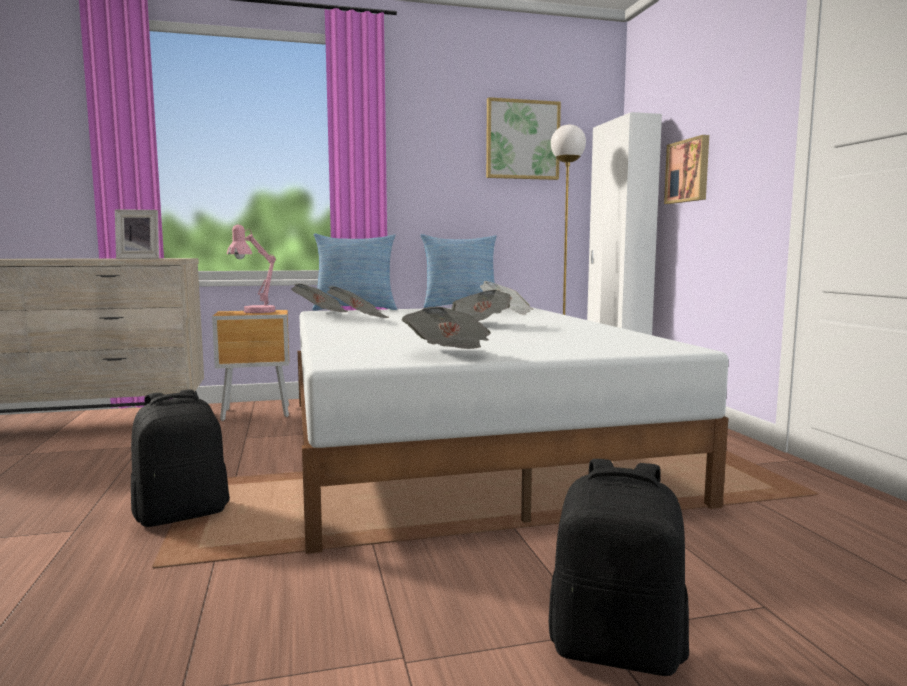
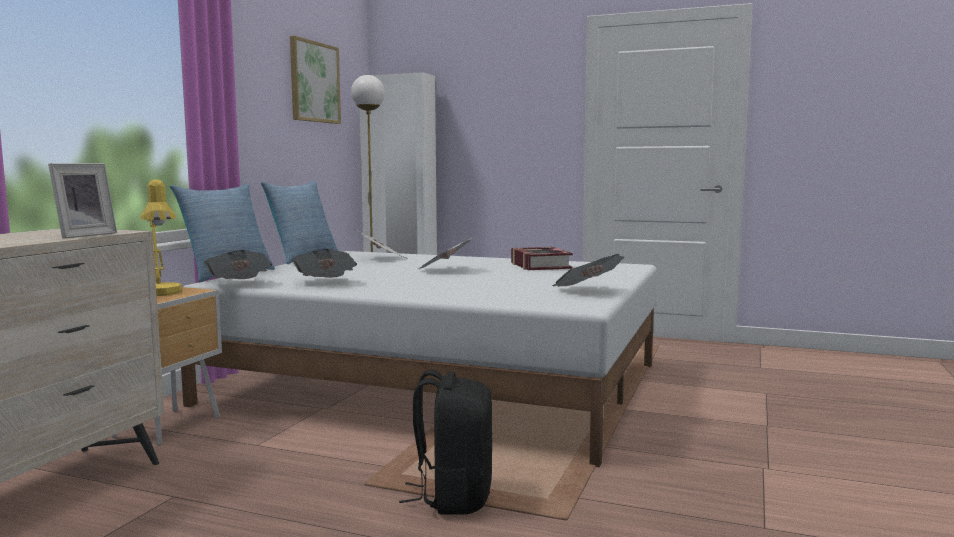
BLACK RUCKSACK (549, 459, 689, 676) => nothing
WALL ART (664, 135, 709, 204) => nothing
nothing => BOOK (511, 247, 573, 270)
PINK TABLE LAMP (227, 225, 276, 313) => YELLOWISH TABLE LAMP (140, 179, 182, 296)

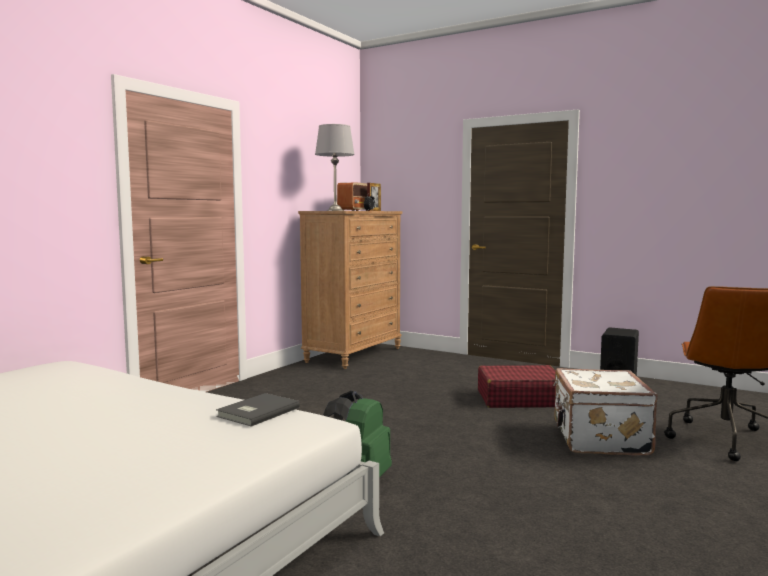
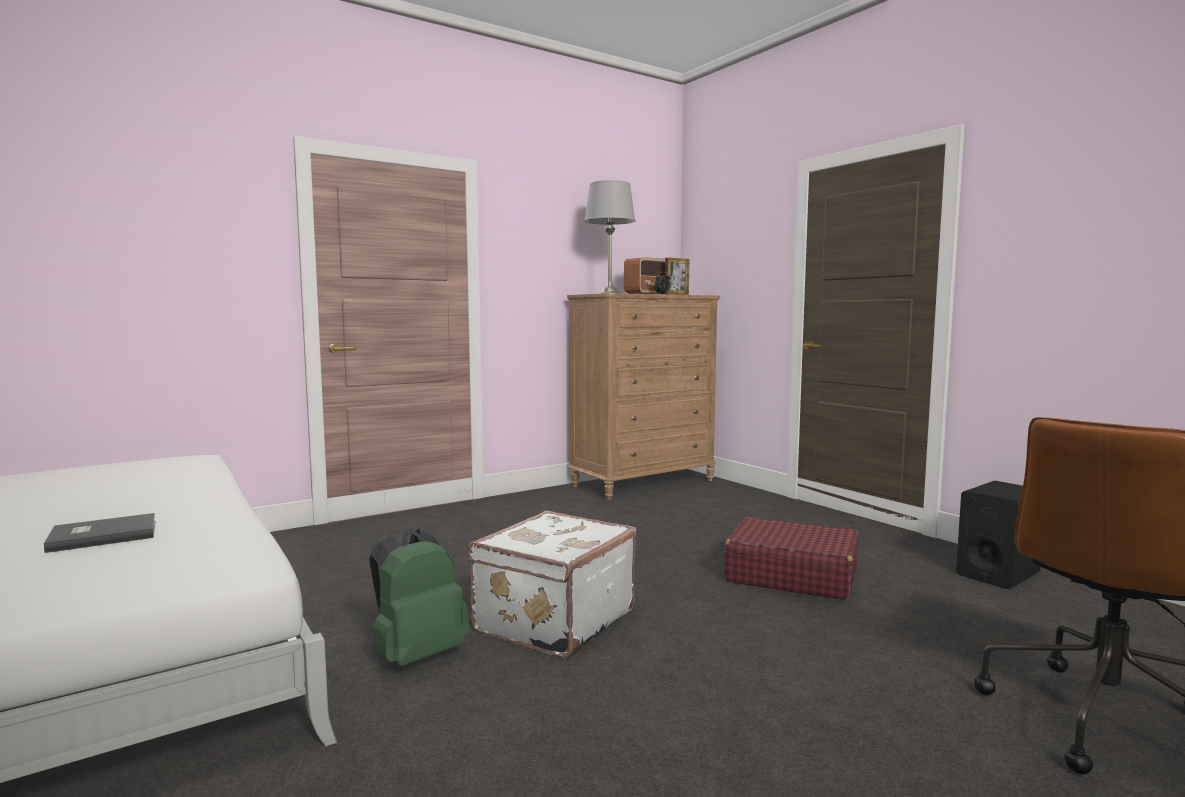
GREYISH BOOK (216, 393, 300, 427) => GREYISH BOOK (44, 513, 155, 553), moved
WHITE-COLOURED PIECE OF LUGGAGE (553, 368, 658, 456) => WHITE-COLOURED PIECE OF LUGGAGE (468, 510, 636, 658), moved

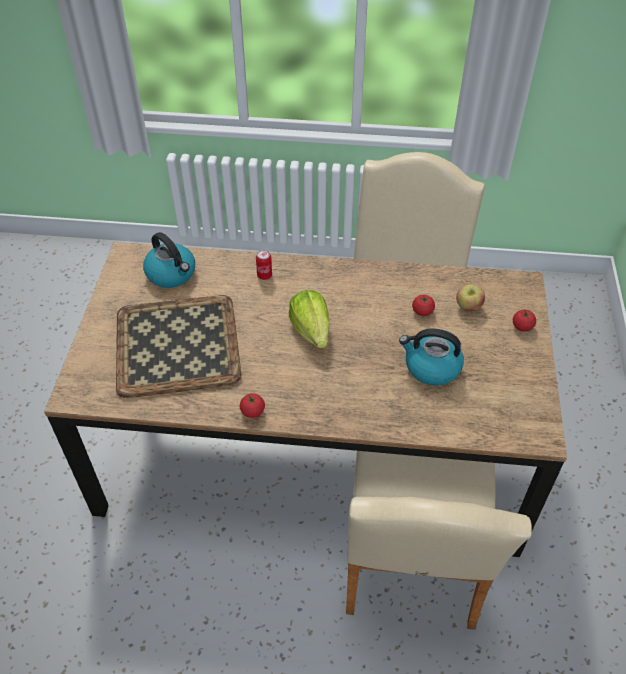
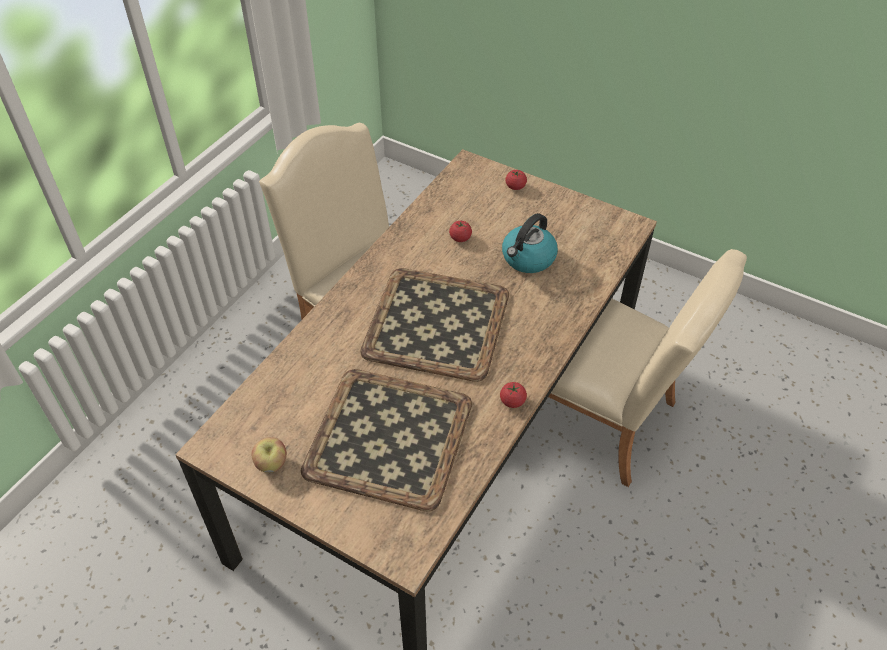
KETTLE (143, 232, 195, 288) => nothing
SEALED CAN (256, 250, 272, 280) => nothing
APPLE FRUIT (456, 284, 485, 312) => APPLE FRUIT (251, 437, 287, 473), moved
HEAD OF LETTUCE (289, 290, 330, 348) => CARRYING TRAY (360, 268, 509, 382)

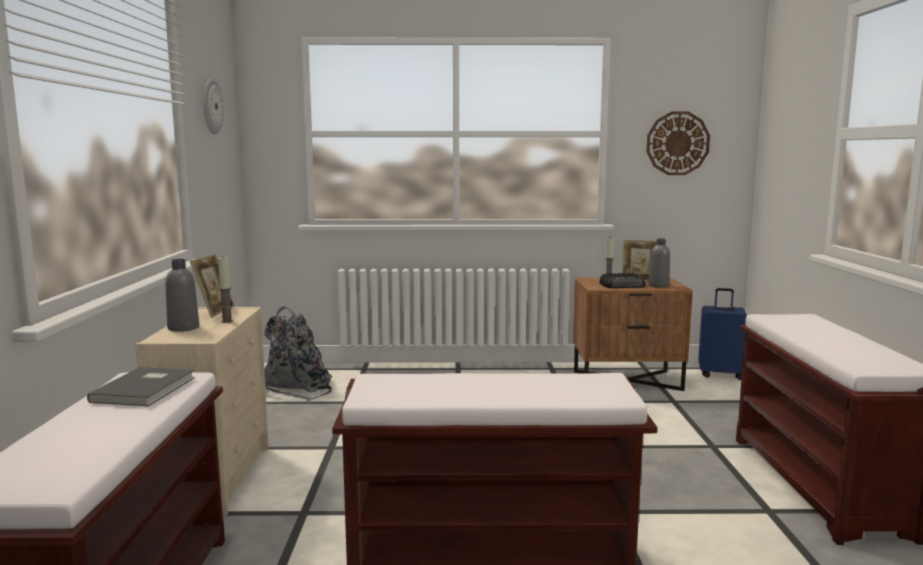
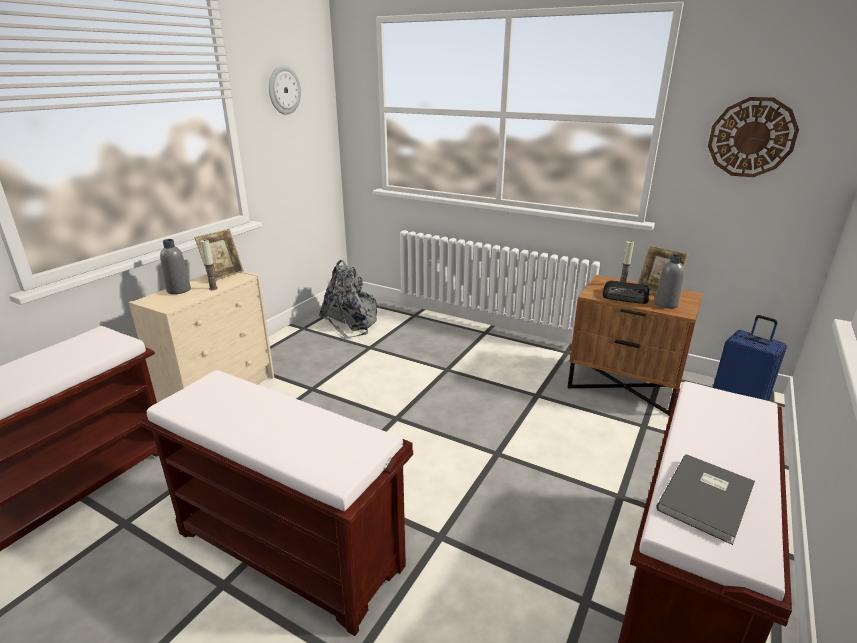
GREYISH BOOK (87, 367, 195, 406) => GREYISH BOOK (656, 454, 755, 545), moved

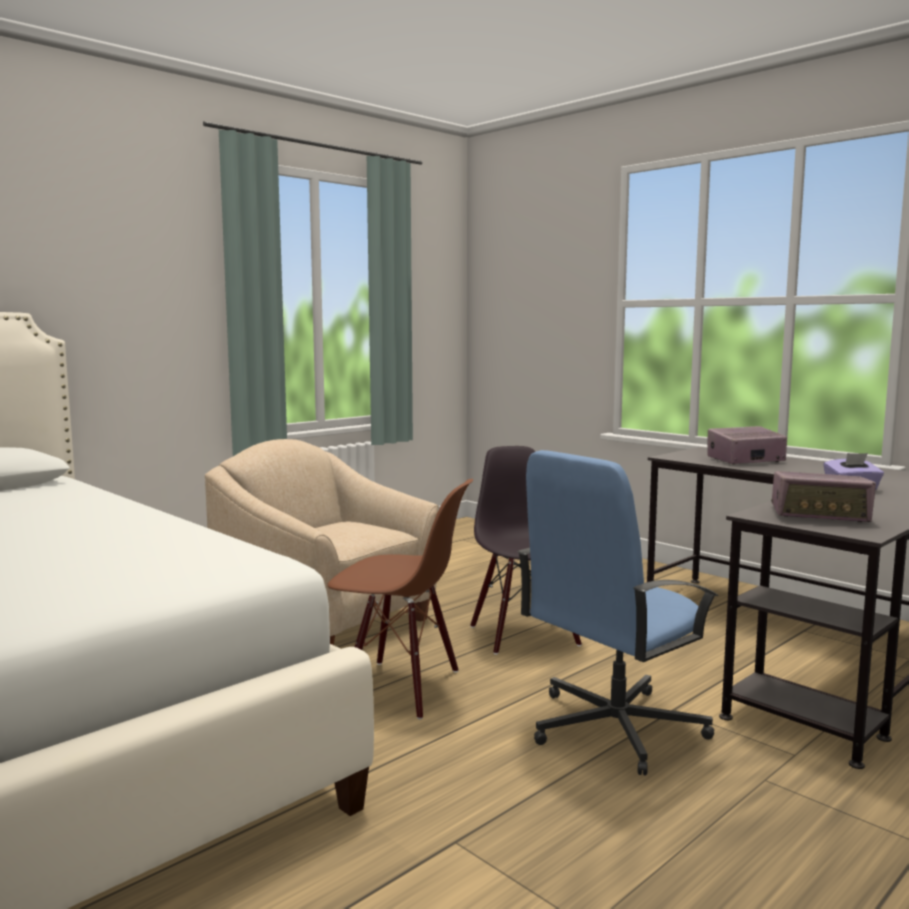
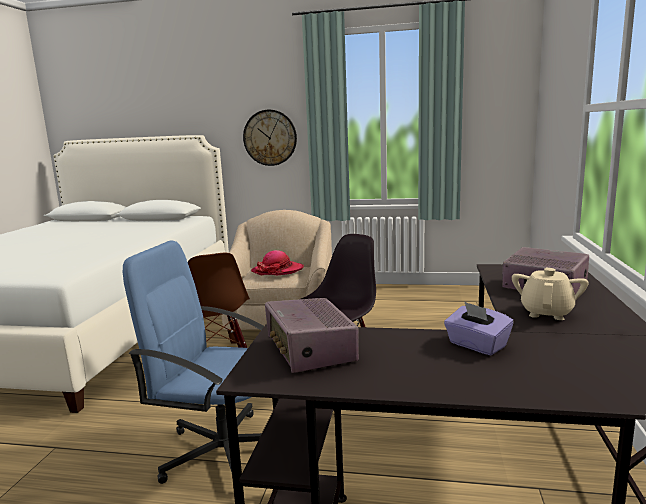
nothing => HANGING CLOCK (243, 110, 297, 166)
nothing => CLOTHING HAT (251, 250, 304, 275)
nothing => SAND-COLOURED TEAPOT (512, 268, 589, 320)

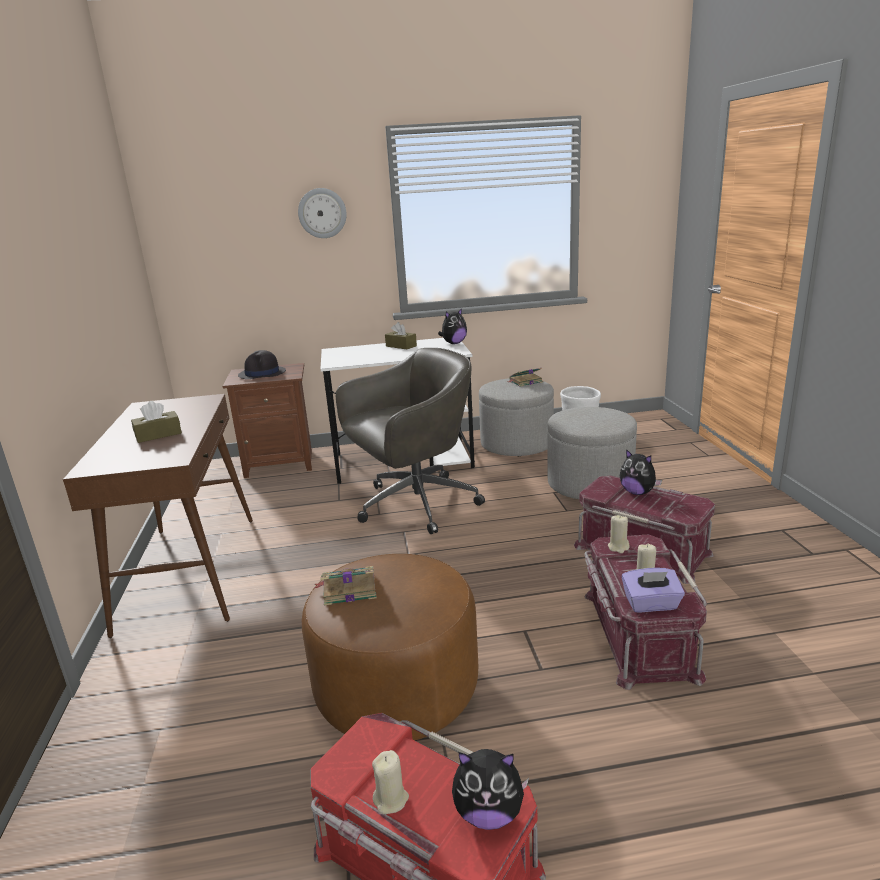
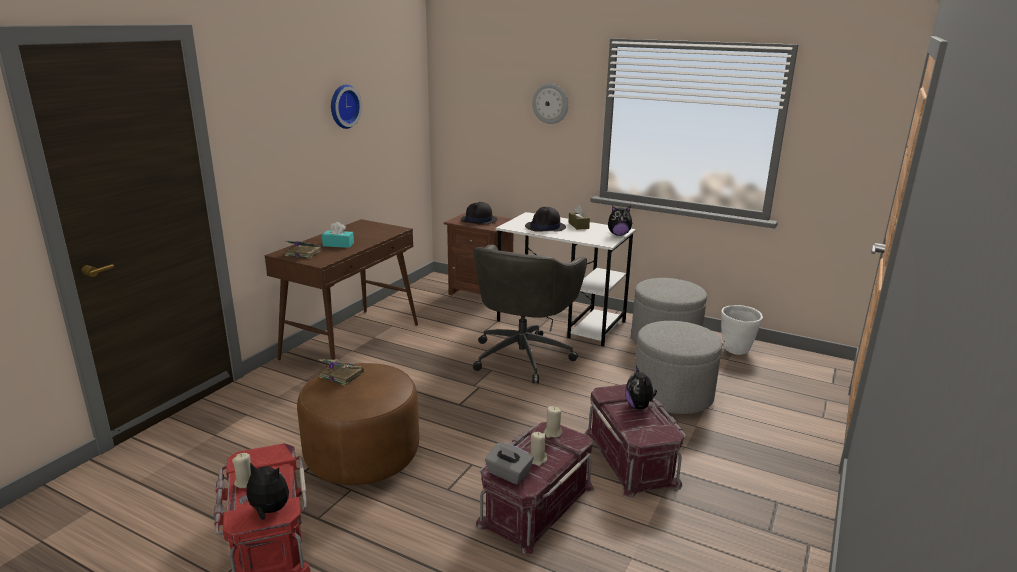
nothing => HANGING CLOCK (331, 84, 362, 129)
nothing => BLACK CLOTHING HAT (525, 207, 566, 232)
BOOK (507, 368, 543, 387) => BOOK (285, 240, 321, 259), moved
BROWN-COLOURED TISSUE BOX (131, 401, 182, 443) => TURQUOISE TISSUE BOX (322, 222, 354, 248)
PURPLE TISSUE BOX (622, 568, 685, 612) => GREYISH TISSUE BOX (485, 442, 533, 484)
GREYISH OFFICE CHAIR (336, 348, 485, 534) => GREYISH OFFICE CHAIR (473, 244, 587, 383), 105 degrees clockwise
SOFT TOY (452, 749, 529, 830) => SOFT TOY (239, 463, 289, 520), 150 degrees clockwise

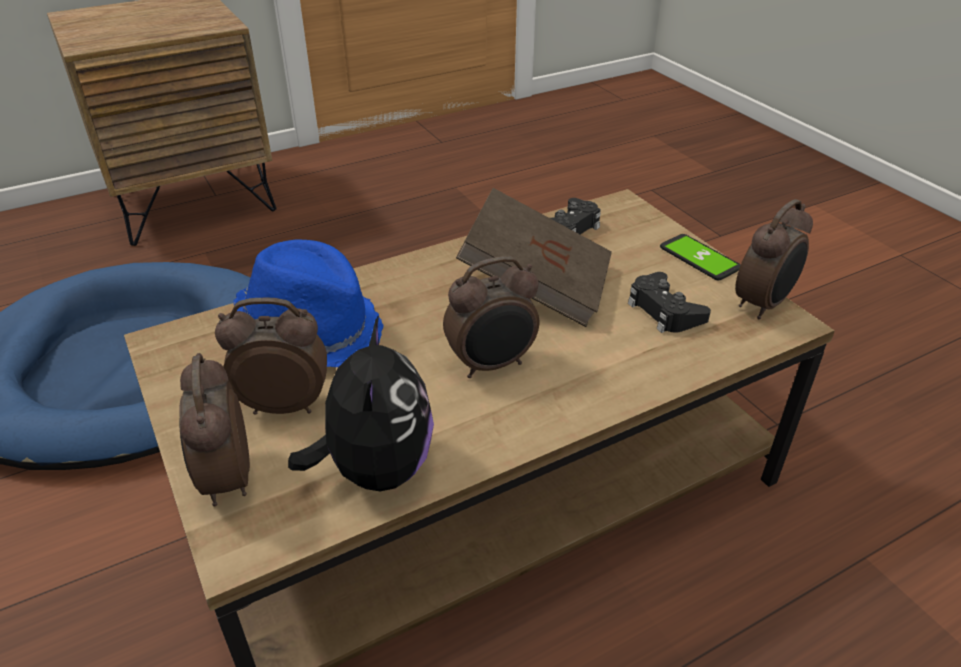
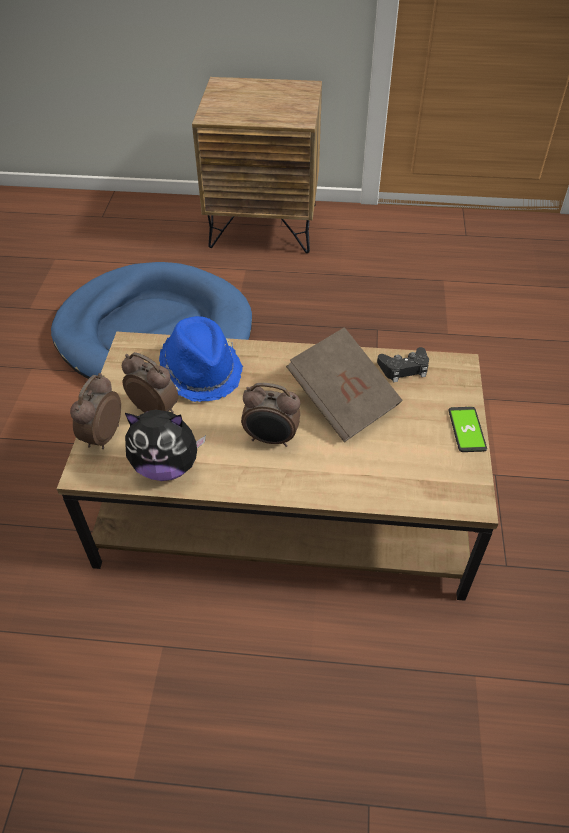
BLACK GAME CONTROLLER (628, 272, 711, 333) => nothing
ALARM CLOCK (735, 199, 813, 319) => nothing
SOFT TOY (288, 315, 434, 491) => SOFT TOY (125, 410, 206, 481), 60 degrees clockwise

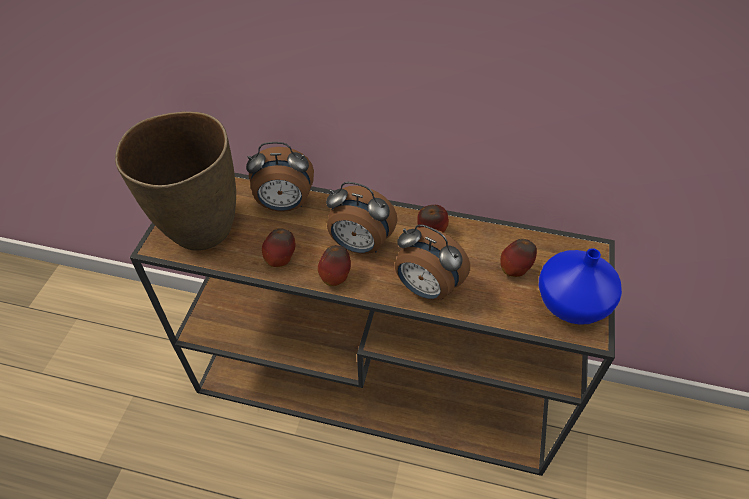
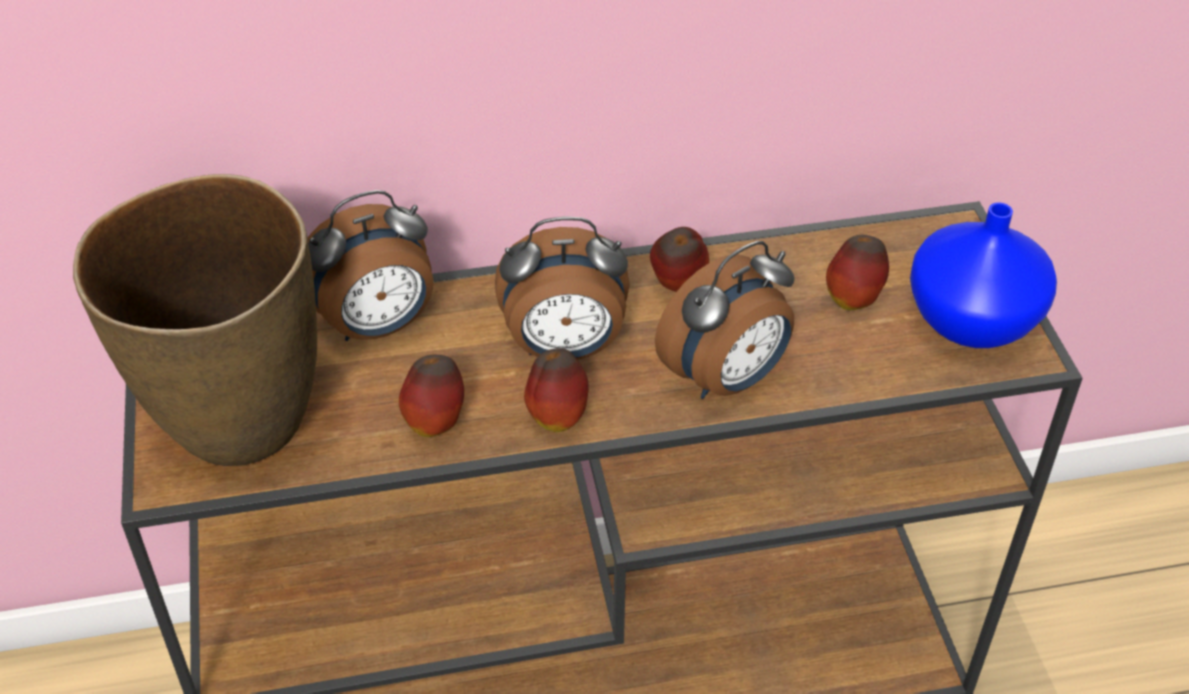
ALARM CLOCK (395, 225, 470, 300) => ALARM CLOCK (655, 241, 795, 399), 45 degrees counterclockwise

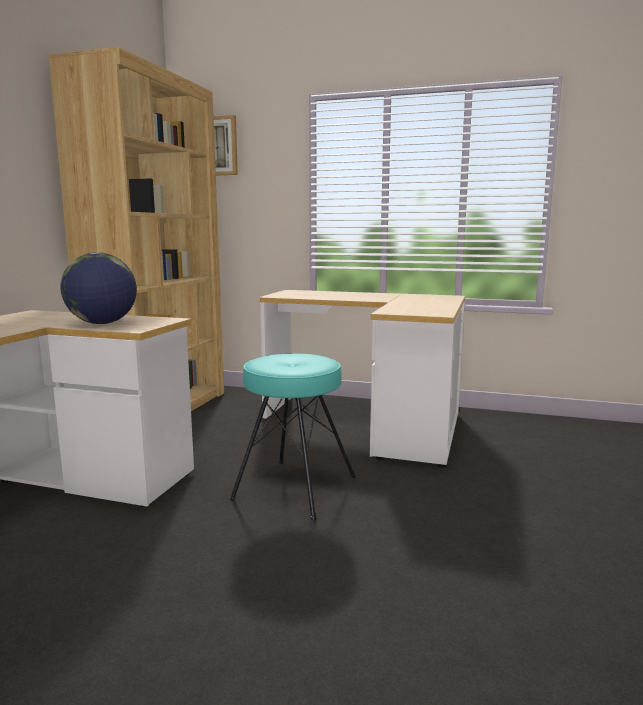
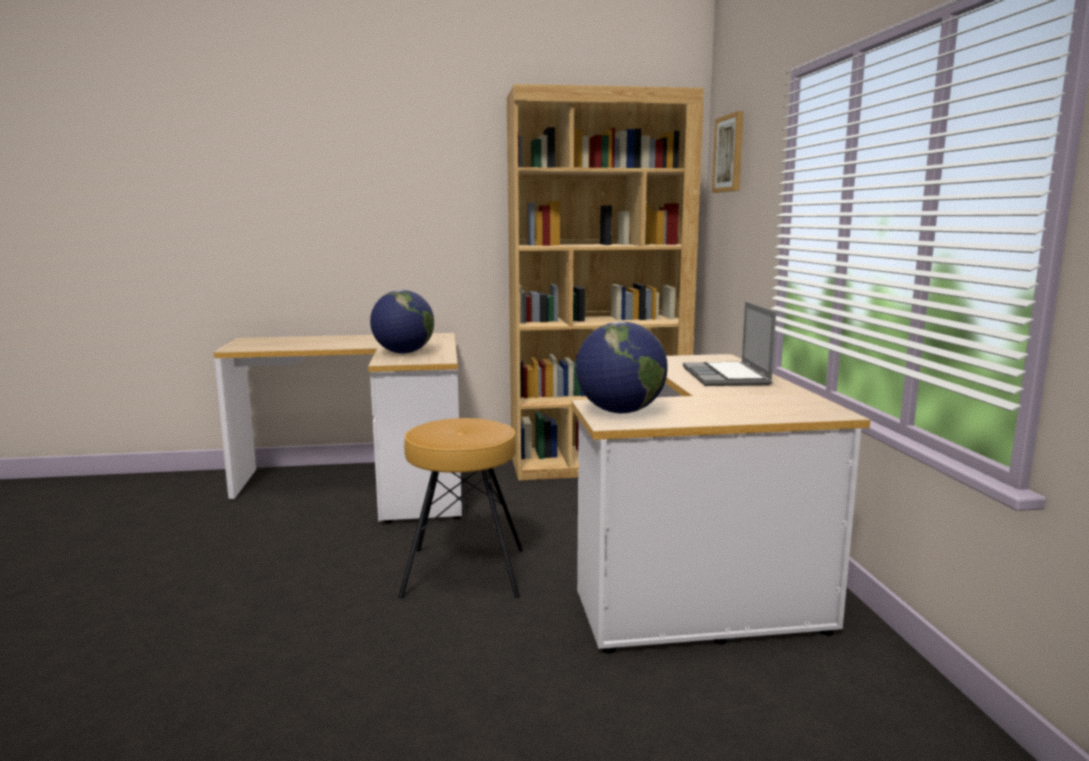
nothing => WORLD GLOBE (576, 321, 668, 413)
nothing => LAPTOP (683, 302, 776, 386)
TURQUOISE STOOL (230, 354, 356, 521) => BROWN-COLOURED STOOL (398, 418, 523, 598)

